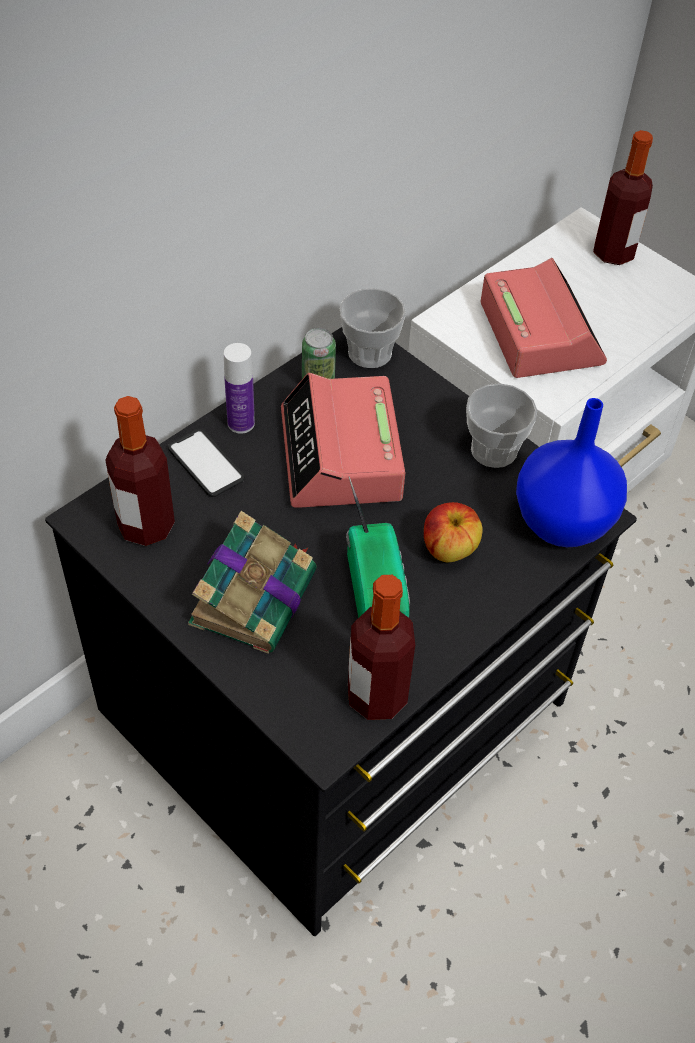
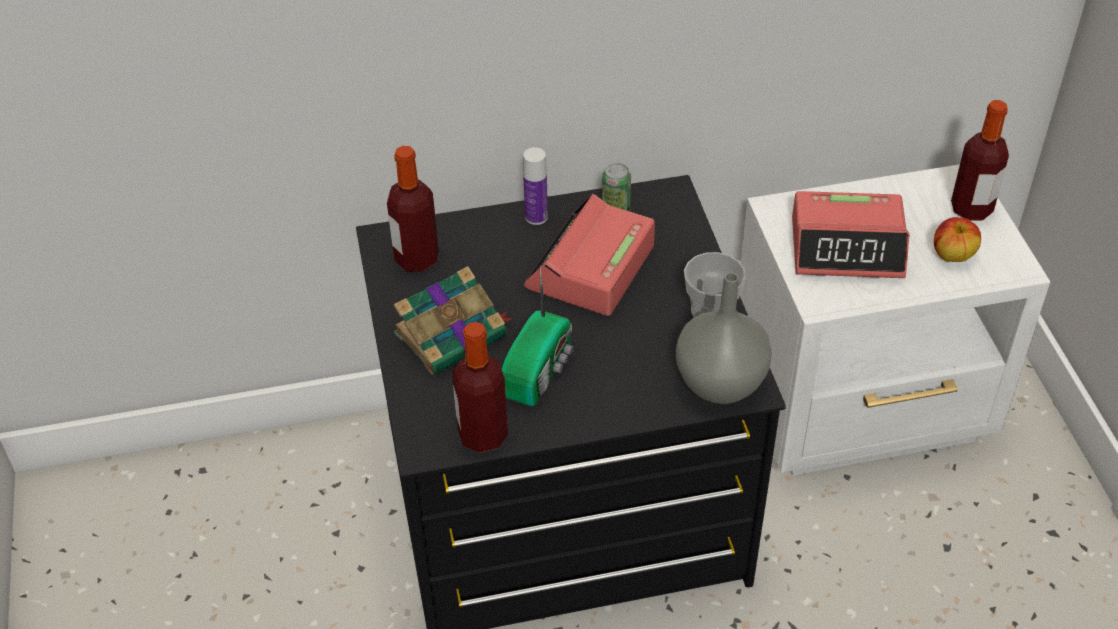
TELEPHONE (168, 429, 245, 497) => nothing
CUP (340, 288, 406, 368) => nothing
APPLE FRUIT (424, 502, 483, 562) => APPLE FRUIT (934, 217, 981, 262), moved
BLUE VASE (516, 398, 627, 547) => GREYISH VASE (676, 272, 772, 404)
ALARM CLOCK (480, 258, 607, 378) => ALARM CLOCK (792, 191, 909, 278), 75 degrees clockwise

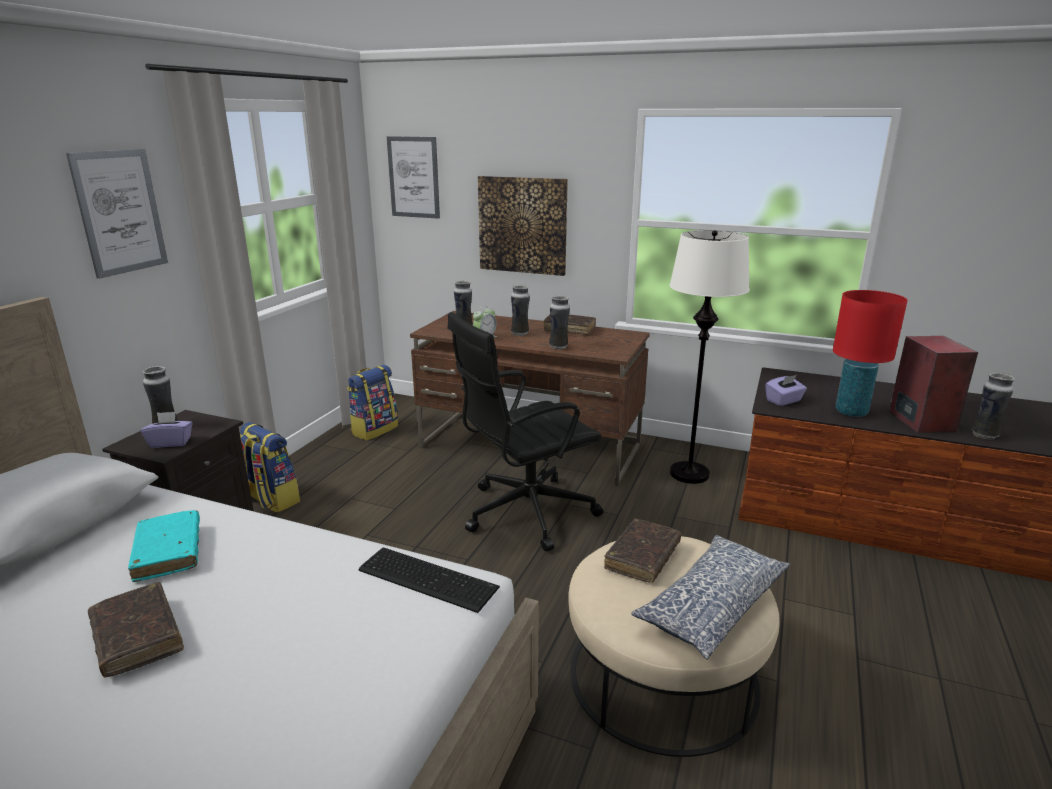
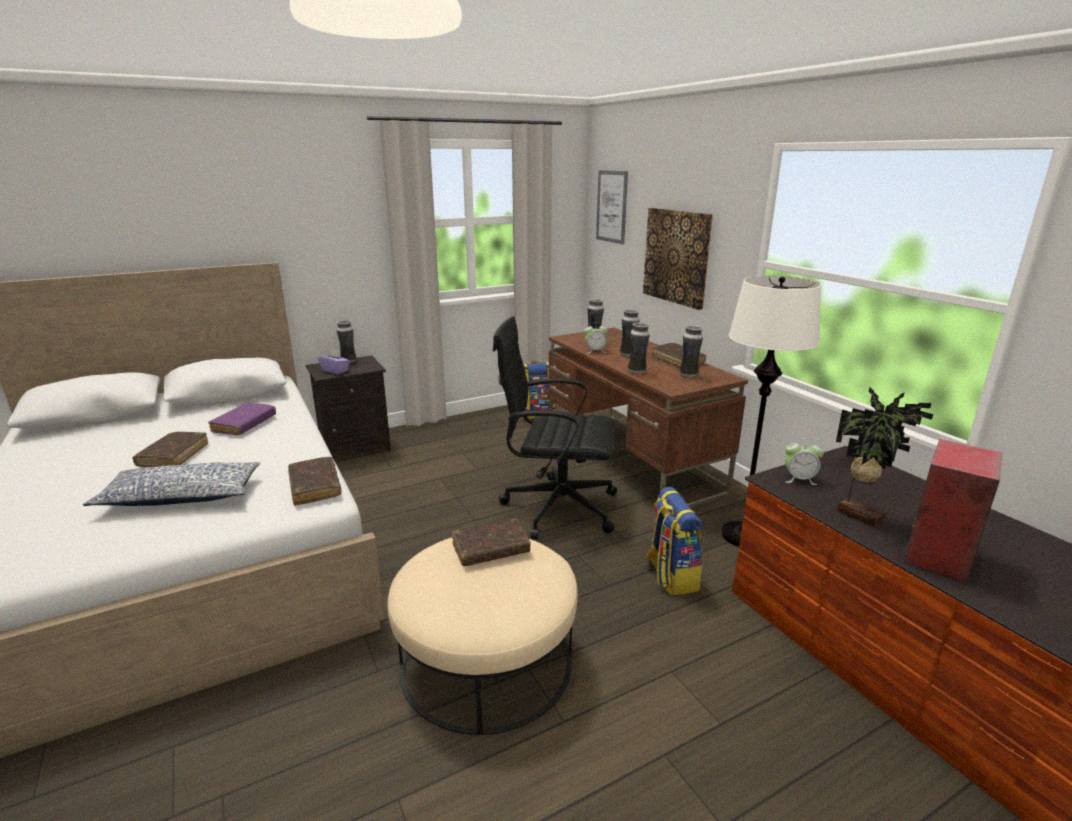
WALL ART (66, 149, 168, 279) => nothing
RUCKSACK (240, 422, 300, 513) => RUCKSACK (645, 487, 703, 595), moved
CUSHION (631, 535, 790, 660) => CUSHION (83, 462, 261, 506), moved
VASE (972, 372, 1015, 440) => VASE (680, 325, 703, 378), moved
COMPUTER KEYBOARD (359, 548, 500, 613) => BROWN-COLOURED BOOK (288, 457, 341, 506)
PURPLE TISSUE BOX (765, 375, 807, 406) => ALARM CLOCK (785, 439, 824, 485)
REDDISH TABLE LAMP (833, 290, 908, 417) => POTTED PLANT (836, 387, 933, 527)
TURQUOISE BOOK (128, 510, 200, 582) => PURPLE BOOK (208, 403, 276, 435)

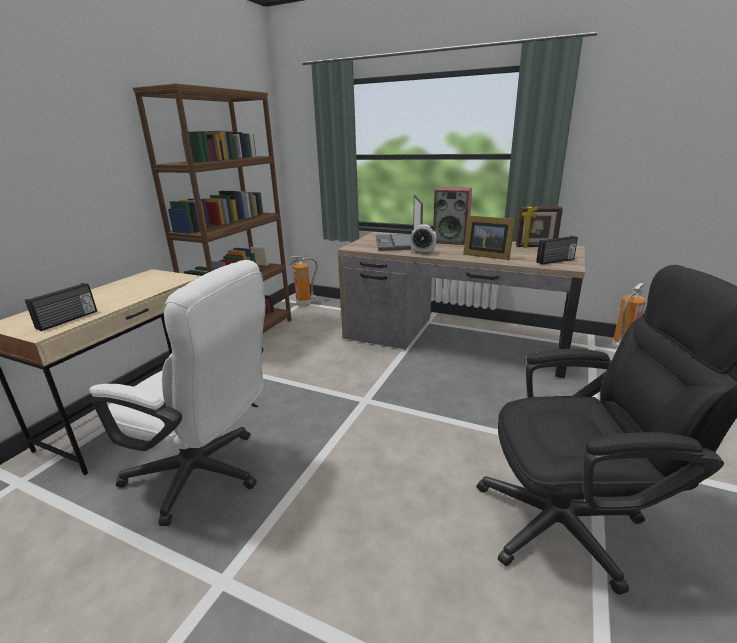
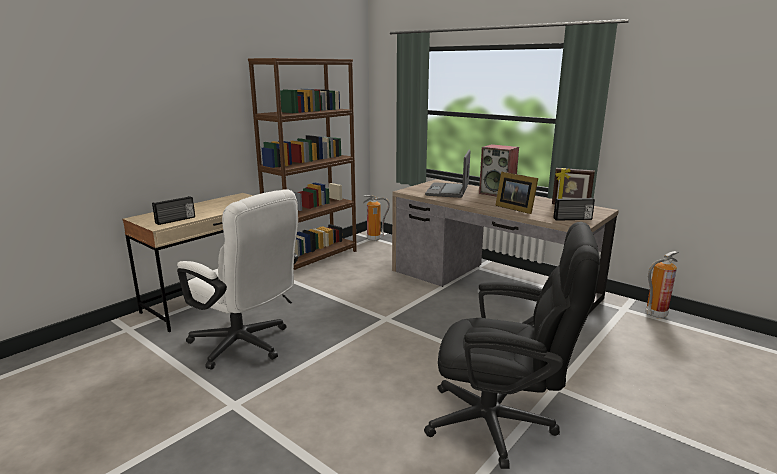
ALARM CLOCK (410, 224, 437, 254) => nothing

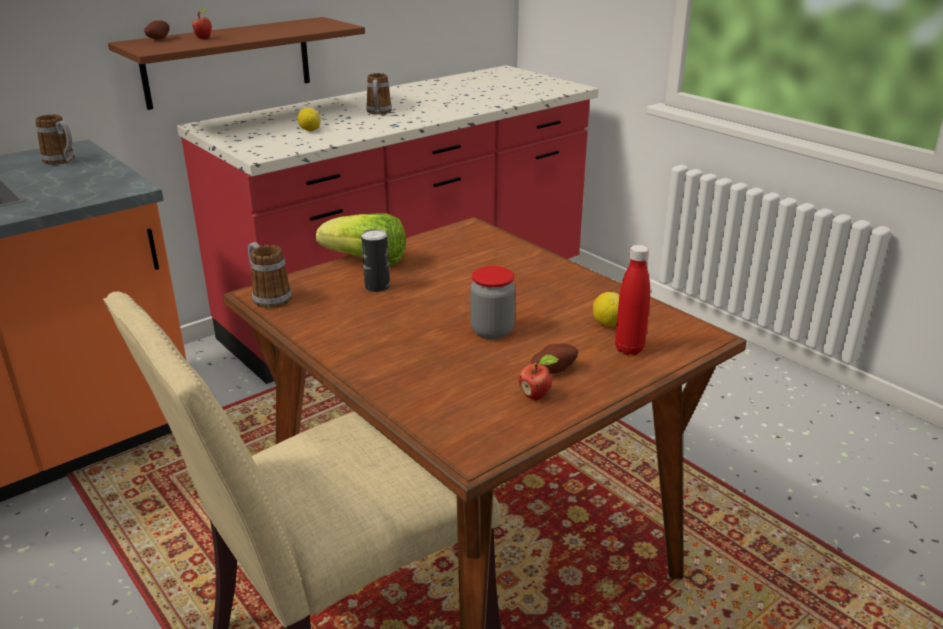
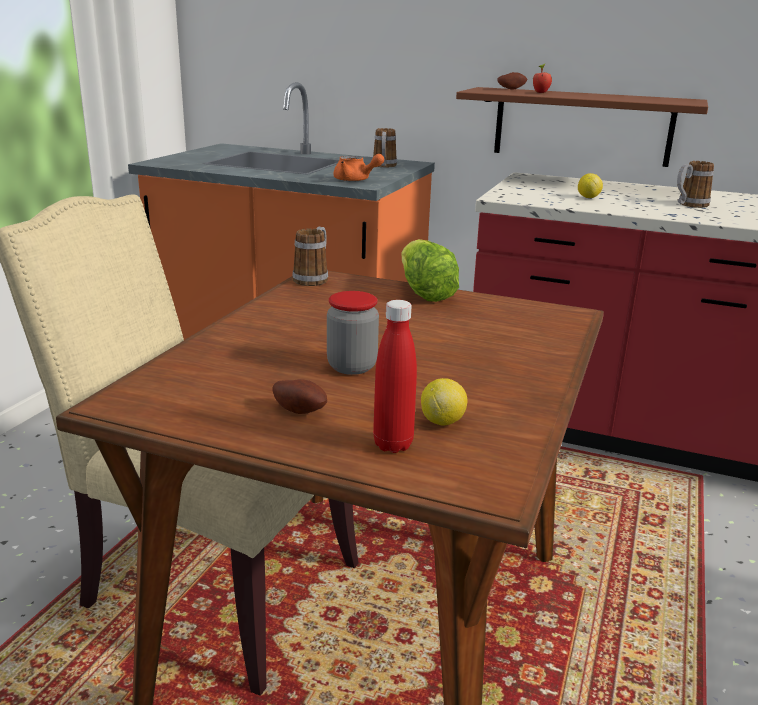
SEALED CAN (361, 229, 390, 292) => nothing
APPLE FRUIT (518, 355, 559, 400) => nothing
nothing => ORANGEY TEAPOT (333, 154, 384, 182)

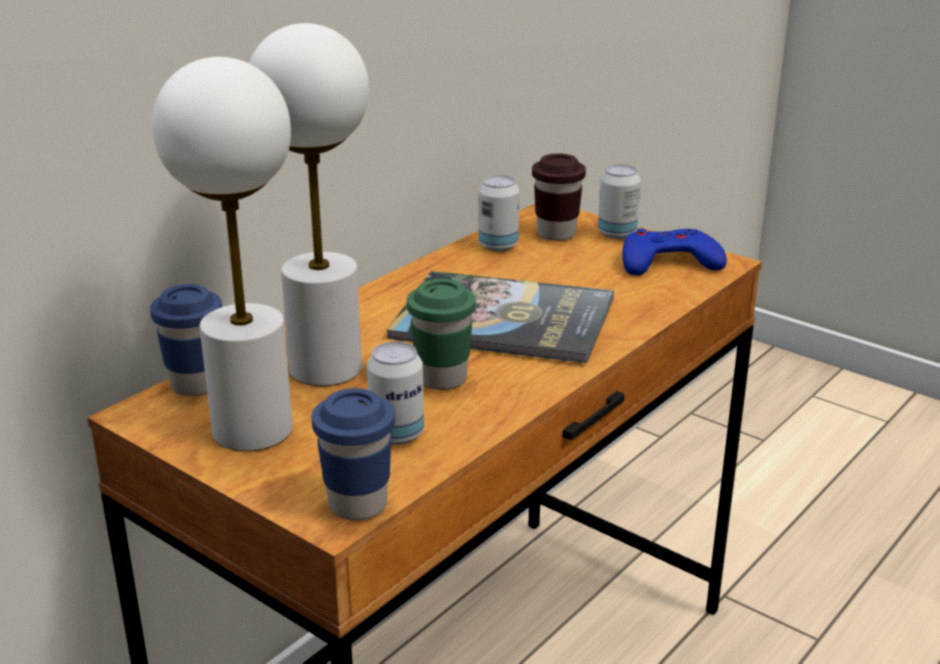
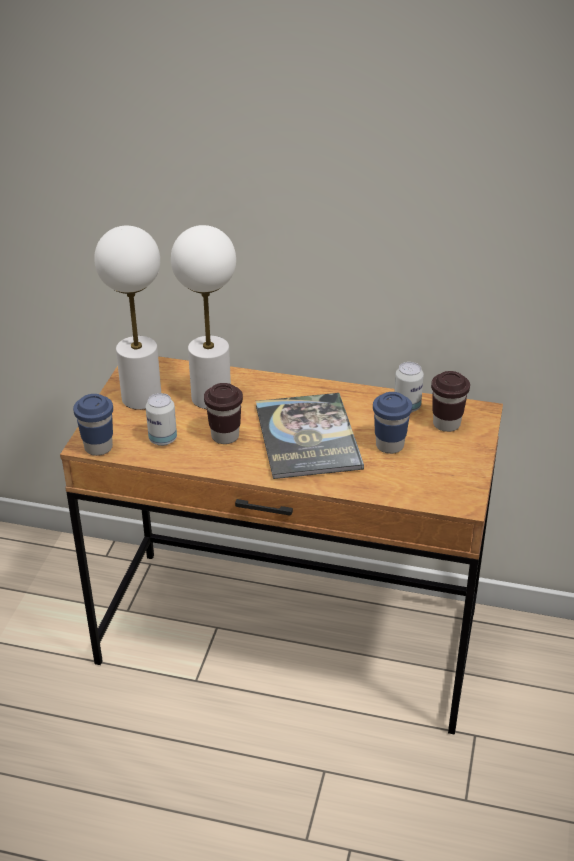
SEALED CAN (598, 164, 641, 239) => nothing
BLUE GAME CONTROLLER (622, 228, 727, 275) => nothing
BLUE CUP (150, 284, 222, 396) => BLUE CUP (373, 392, 412, 454), moved
GREEN-COLOURED CUP (407, 279, 476, 390) => BROWN-COLOURED CUP (204, 383, 243, 444)

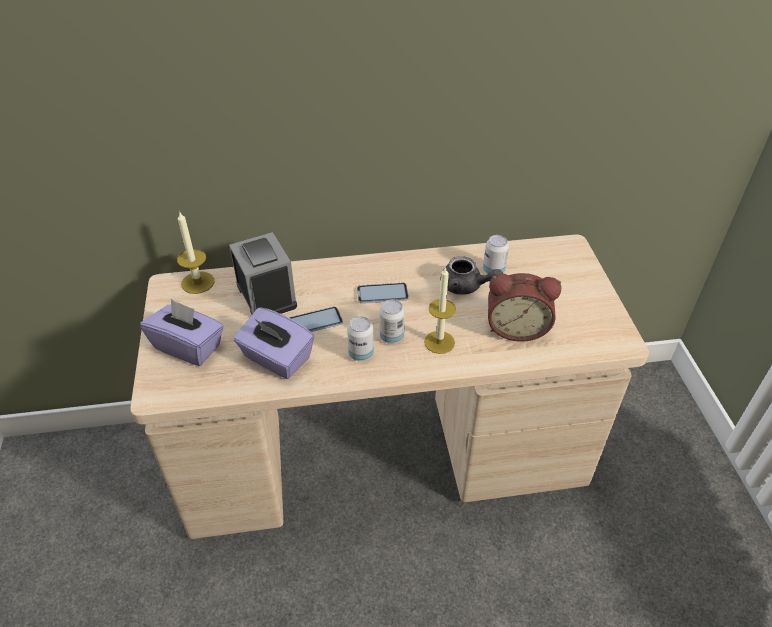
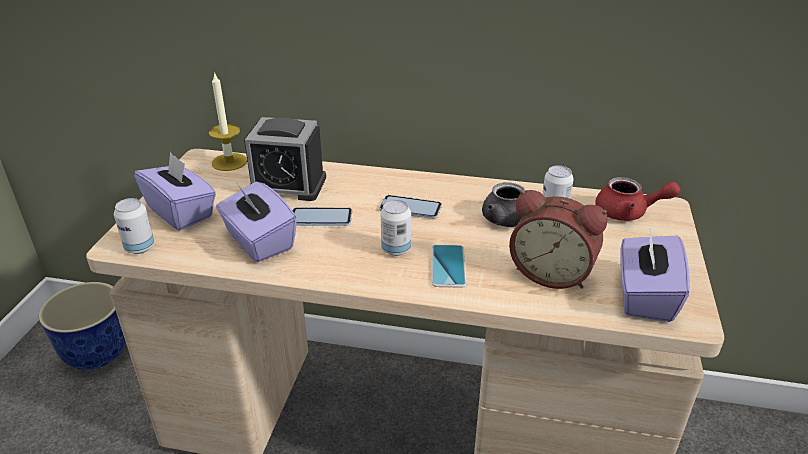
nothing => PLANTER (39, 282, 126, 370)
nothing => REDDISH TEAPOT (595, 177, 681, 221)
nothing => PURPLE TISSUE BOX (620, 228, 690, 322)
SEALED CAN (347, 316, 374, 361) => SEALED CAN (114, 198, 155, 254), moved
CANDLE (424, 266, 456, 354) => TELEPHONE (432, 245, 467, 288)
ALARM CLOCK (229, 232, 297, 314) => ALARM CLOCK (244, 117, 326, 201), 105 degrees clockwise

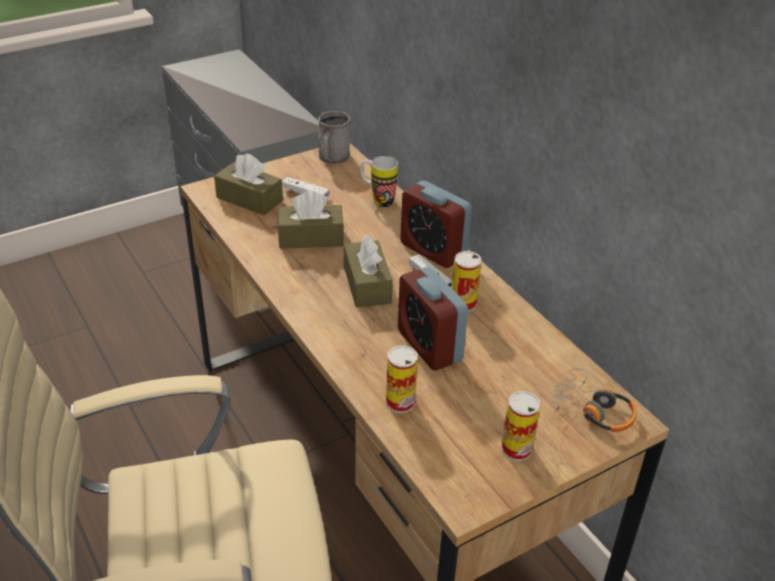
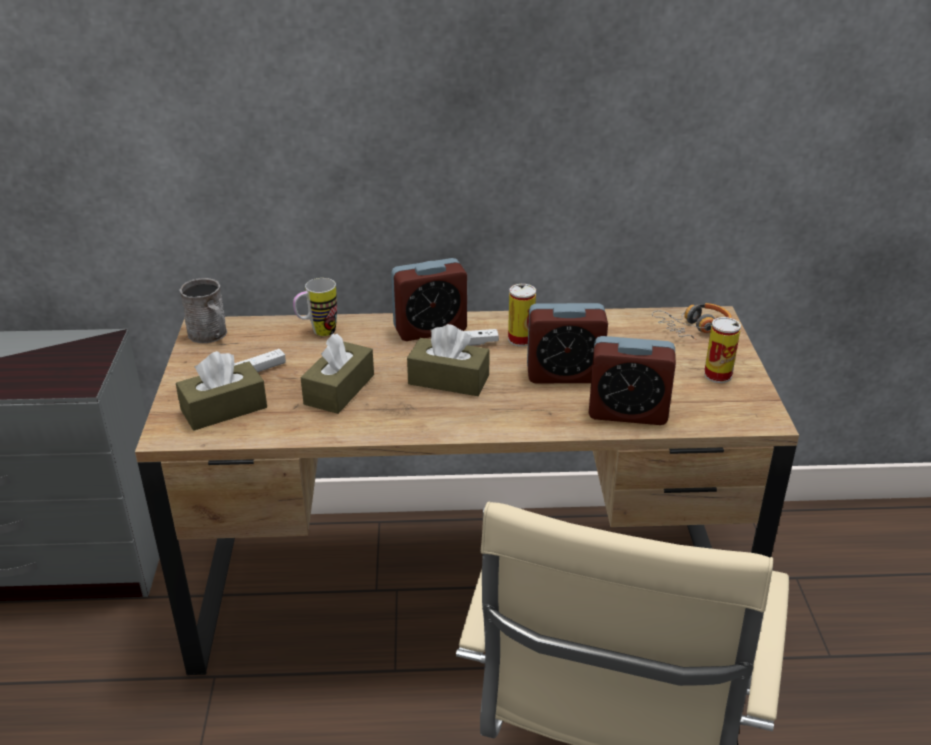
SEALED CAN (386, 345, 418, 413) => ALARM CLOCK (589, 336, 676, 425)

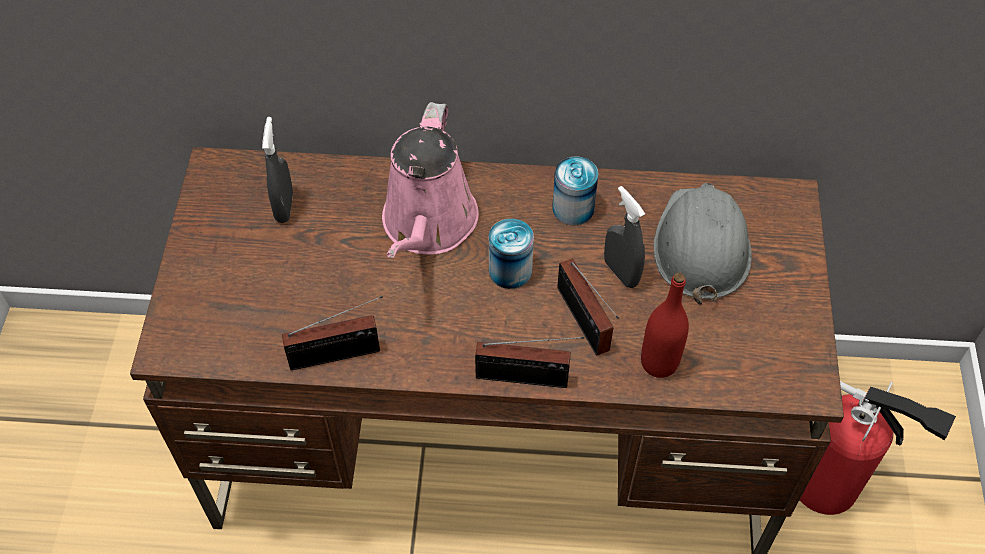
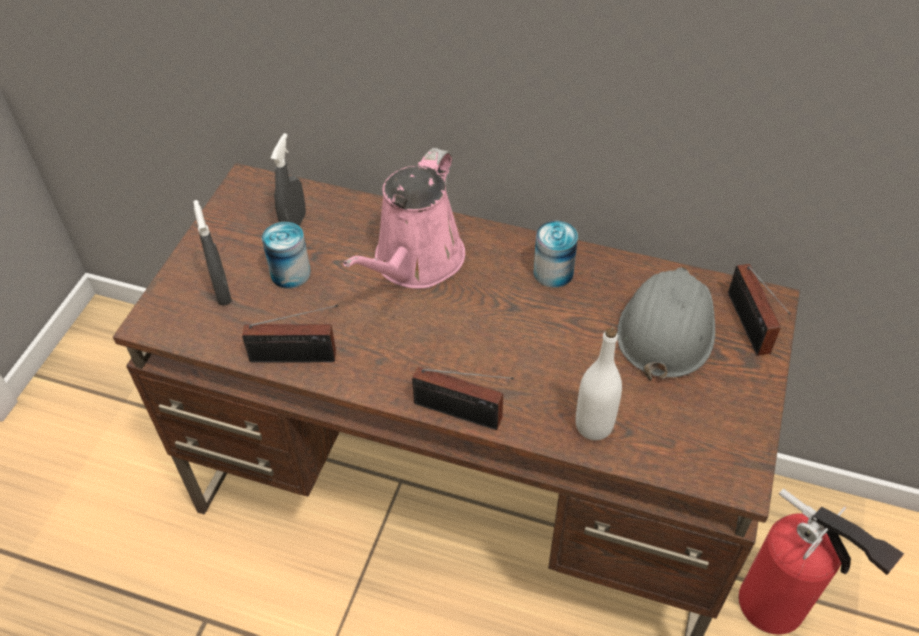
SEALED CAN (489, 219, 534, 289) => SEALED CAN (262, 222, 311, 289), moved
RADIO (557, 258, 619, 356) => RADIO (728, 264, 791, 356), moved
GREYISH SPRAYER (604, 186, 645, 288) => GREYISH SPRAYER (193, 200, 232, 306), moved
REDDISH BOTTLE (641, 272, 689, 378) => WHITE-COLOURED BOTTLE (576, 327, 622, 440)

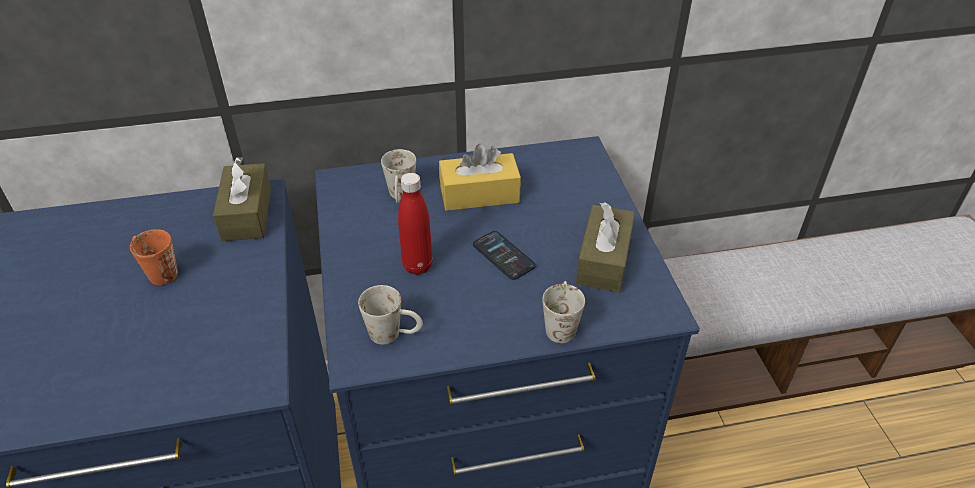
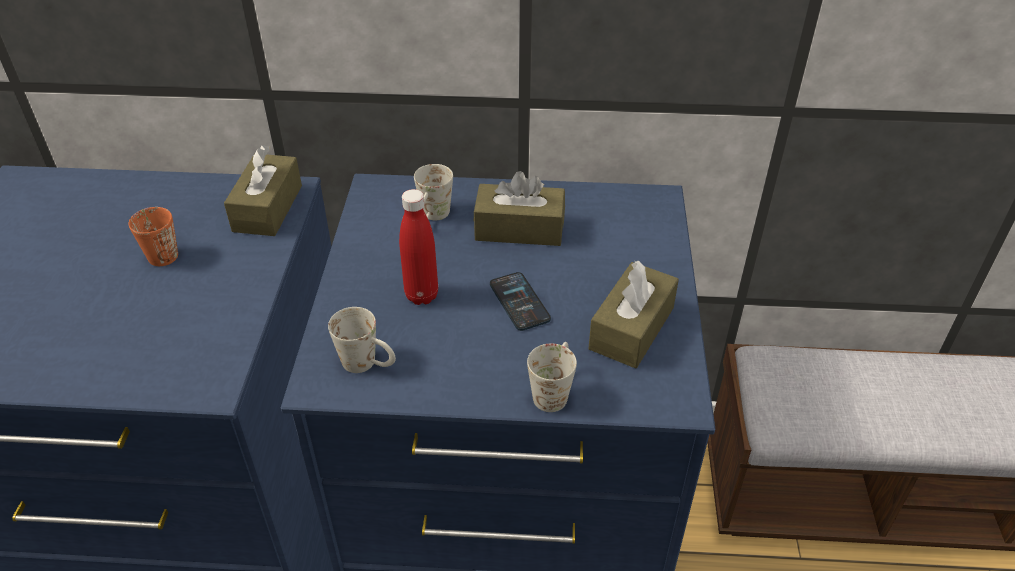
YELLOWISH TISSUE BOX (439, 144, 521, 211) => BROWN-COLOURED TISSUE BOX (474, 171, 565, 246)

